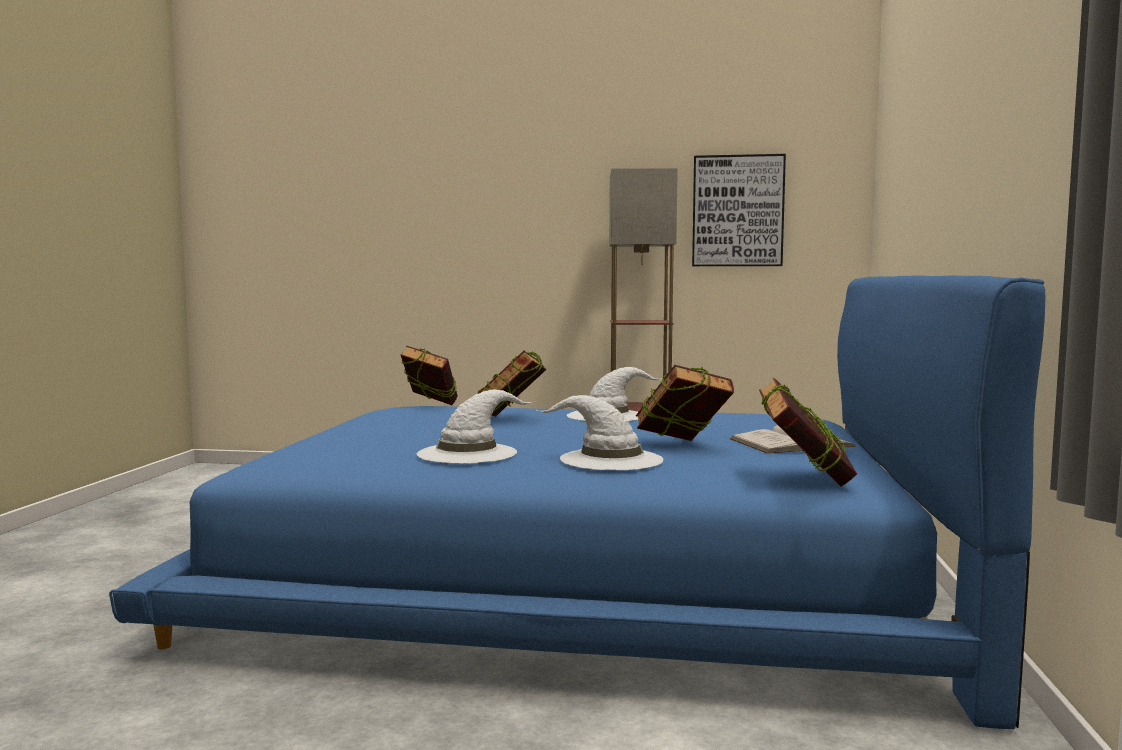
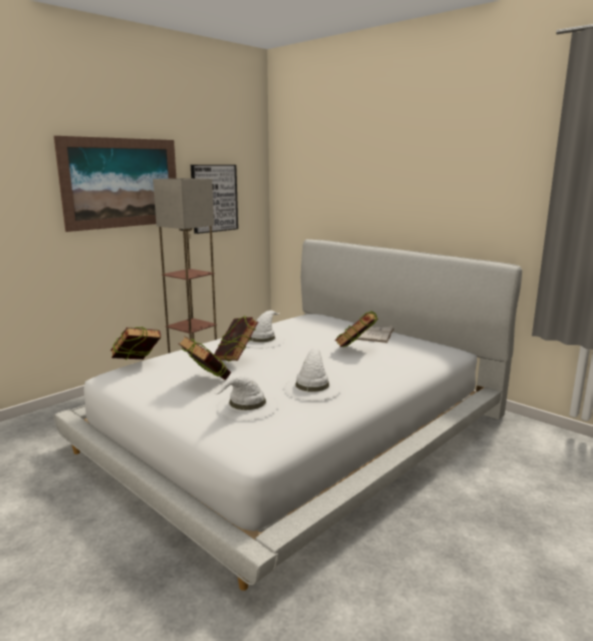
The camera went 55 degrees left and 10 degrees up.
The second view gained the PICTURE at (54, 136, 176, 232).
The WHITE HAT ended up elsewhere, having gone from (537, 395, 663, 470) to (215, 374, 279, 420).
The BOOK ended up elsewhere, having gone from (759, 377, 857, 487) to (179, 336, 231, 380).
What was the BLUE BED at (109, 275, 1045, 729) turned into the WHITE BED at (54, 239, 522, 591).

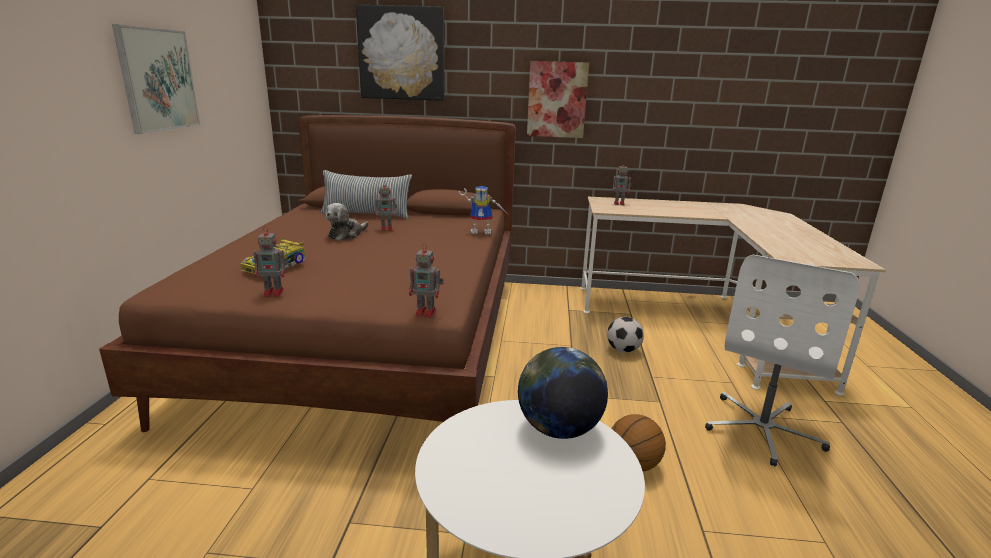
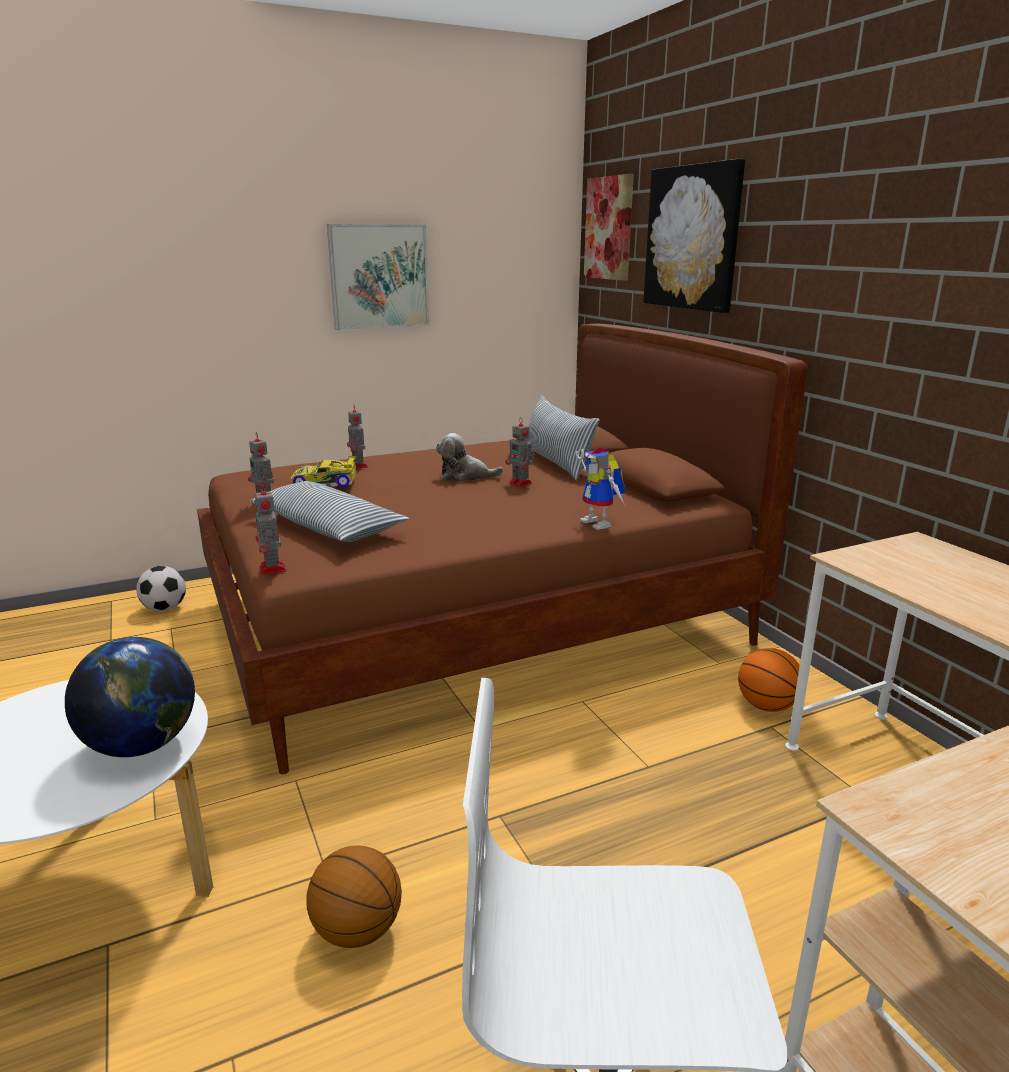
The camera went 60 degrees right and 0 degrees up.
The second view gained the PILLOW at (250, 481, 409, 542).
The second view gained the BASKETBALL at (738, 648, 800, 712).
The PICTURE ended up elsewhere, having gone from (527, 61, 589, 138) to (584, 174, 634, 281).
The FOOTBALL ended up elsewhere, having gone from (607, 317, 644, 353) to (136, 566, 186, 611).
The TOY ROBOT ended up elsewhere, having gone from (612, 164, 632, 205) to (347, 405, 368, 469).

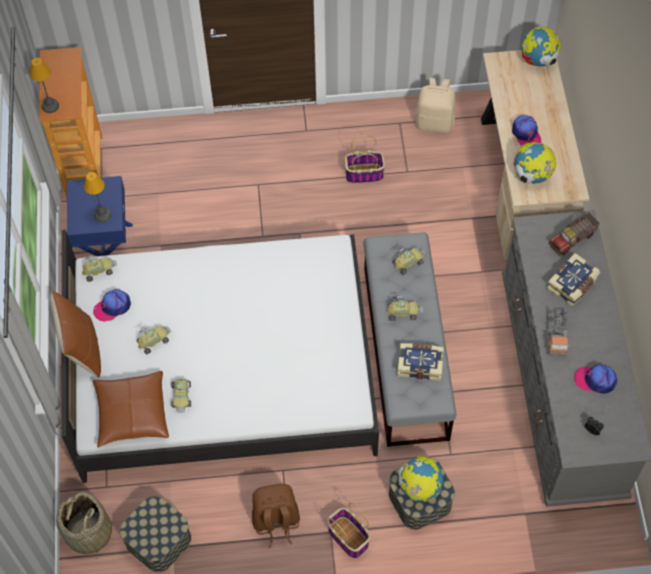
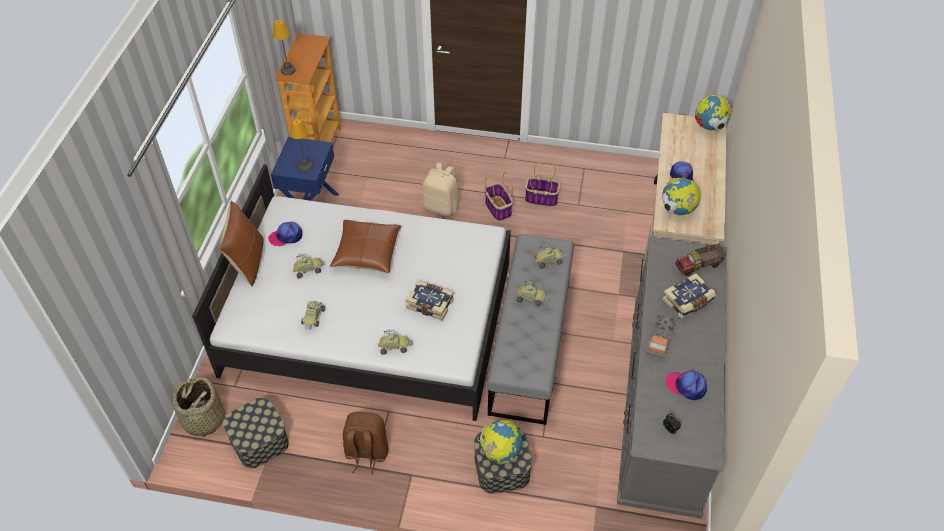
The camera went 15 degrees right and 10 degrees down.
The TOY CAR ended up elsewhere, having gone from (82, 255, 117, 282) to (378, 329, 413, 355).
The BROWN PILLOW ended up elsewhere, having gone from (93, 371, 169, 448) to (330, 220, 401, 273).
The BASKET ended up elsewhere, having gone from (327, 502, 370, 559) to (485, 172, 513, 221).
The BOOK ended up elsewhere, having gone from (397, 343, 444, 381) to (406, 281, 454, 321).
The BEIGE BACKPACK ended up elsewhere, having gone from (415, 77, 455, 133) to (422, 163, 459, 217).

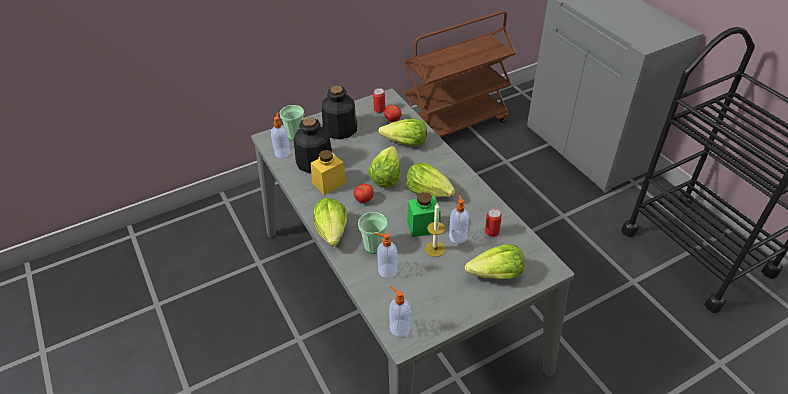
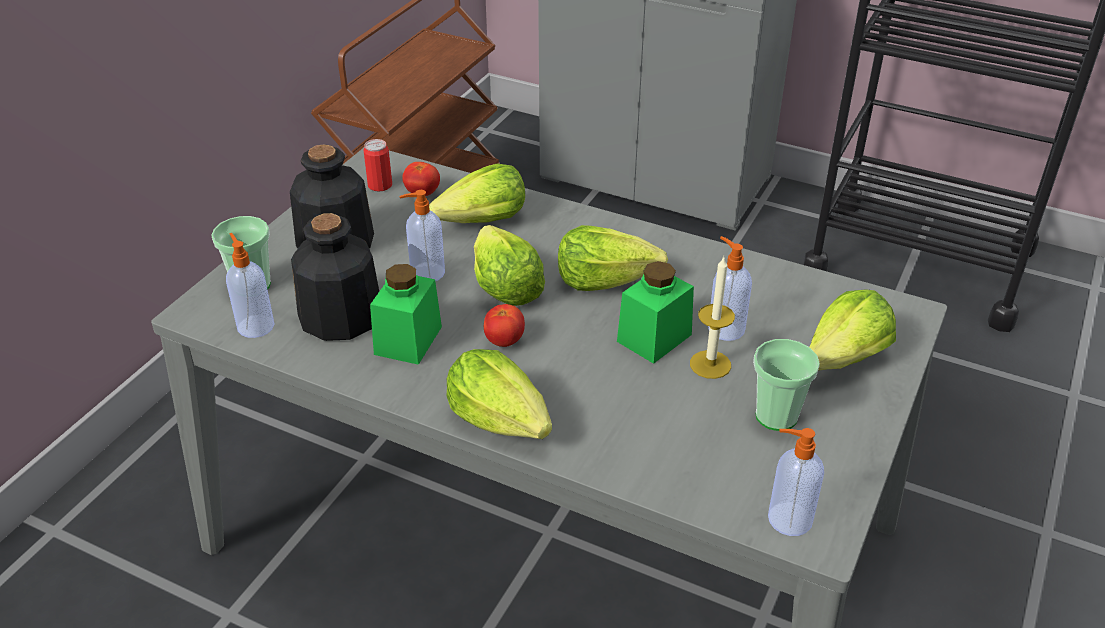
The camera went 35 degrees left and 5 degrees down.
The second view lost the CAN at (485, 208, 502, 237).
The CUP ended up elsewhere, having gone from (358, 212, 388, 254) to (753, 339, 820, 431).
The SOAP DISPENSER ended up elsewhere, having gone from (375, 233, 397, 278) to (399, 190, 445, 281).
What was the YELLOW JAR at (311, 150, 346, 195) turned into the GREEN JAR at (370, 264, 442, 365).

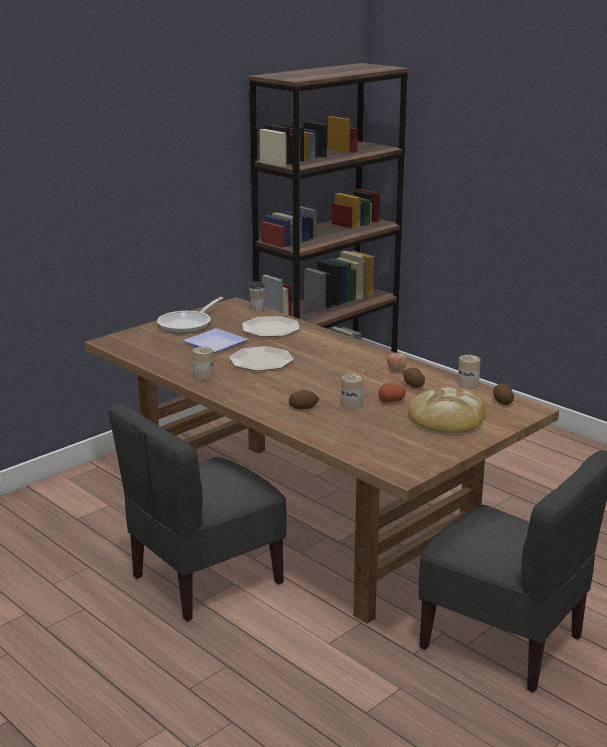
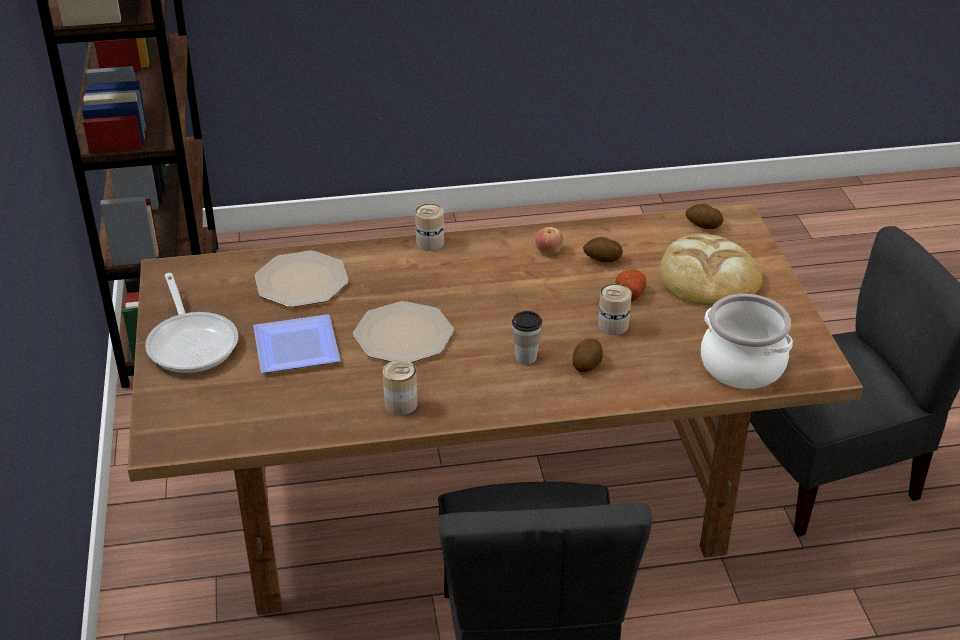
The camera went 55 degrees left and 15 degrees up.
The second view gained the COOKING POT at (701, 294, 793, 389).
The CUP ended up elsewhere, having gone from (249, 281, 265, 312) to (512, 311, 542, 364).
The CAN ended up elsewhere, having gone from (458, 355, 481, 389) to (415, 204, 444, 251).

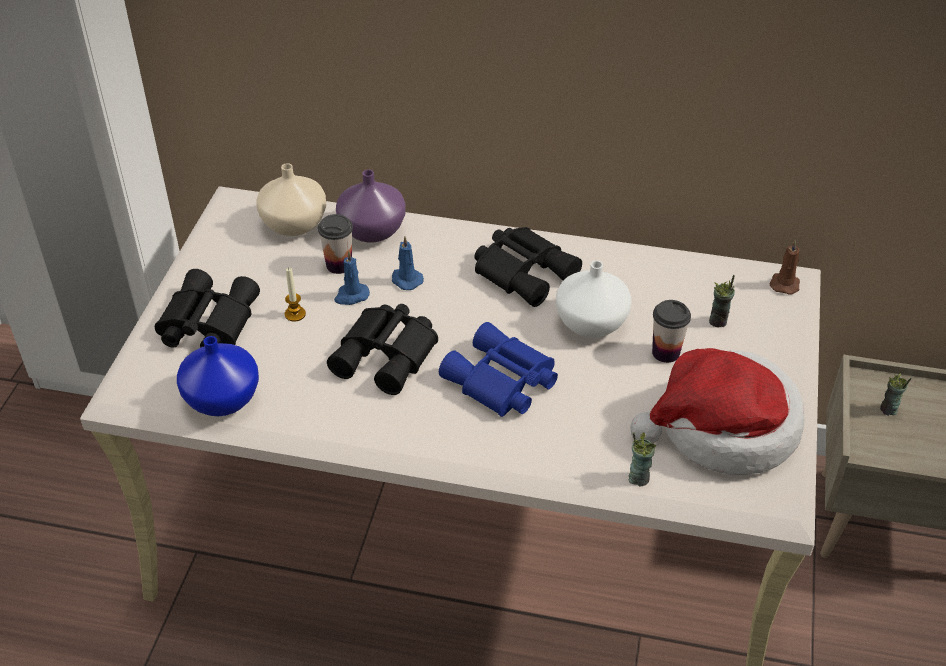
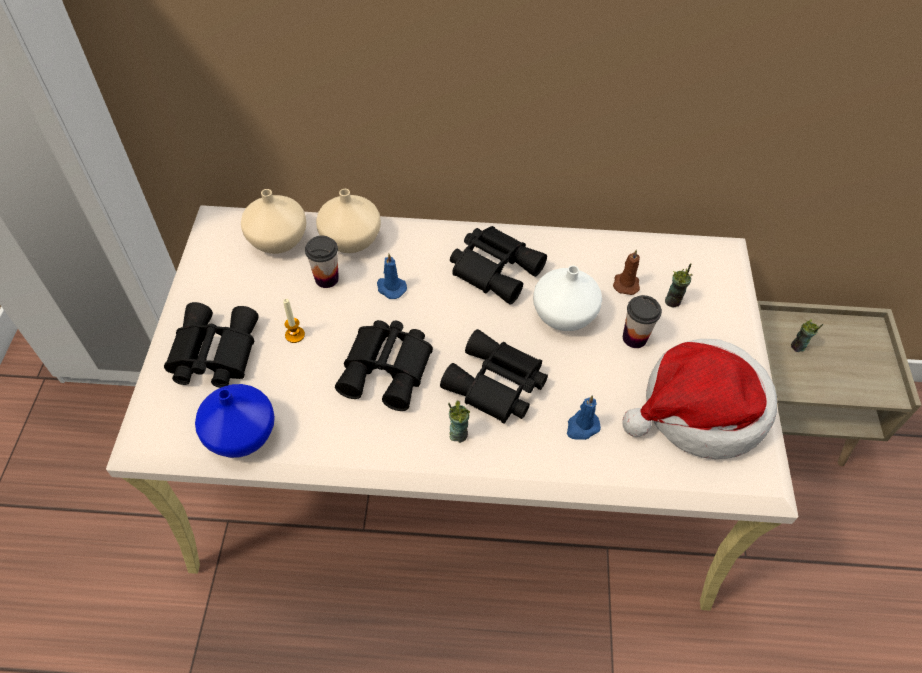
The camera went 10 degrees left and 10 degrees up.
The BLUE CANDLE ended up elsewhere, having gone from (334, 251, 370, 305) to (567, 395, 601, 440).
The CUP ended up elsewhere, having gone from (629, 432, 656, 487) to (448, 401, 470, 443).
The BROWN CANDLE ended up elsewhere, having gone from (769, 240, 800, 295) to (613, 249, 640, 295).
What was the PURPLE VASE at (336, 170, 405, 242) turned into the BEIGE VASE at (316, 189, 381, 253).
What was the BLUE BINOCULARS at (439, 322, 558, 417) turned into the BLACK BINOCULARS at (440, 329, 548, 424).

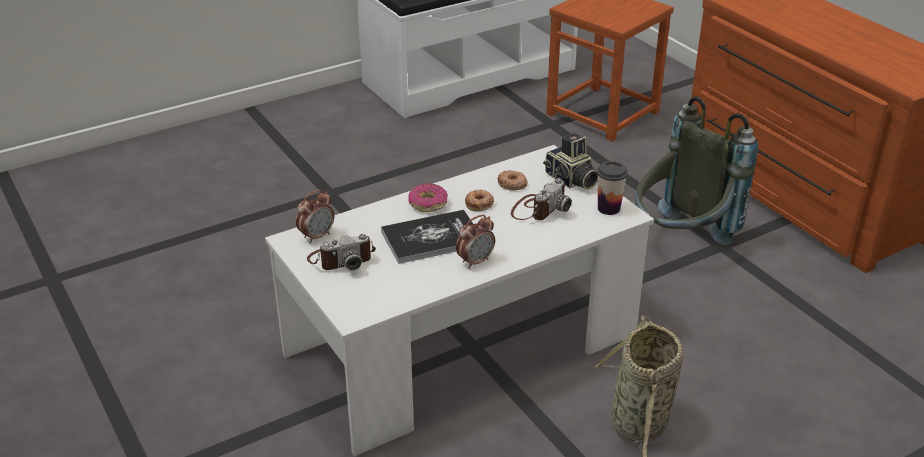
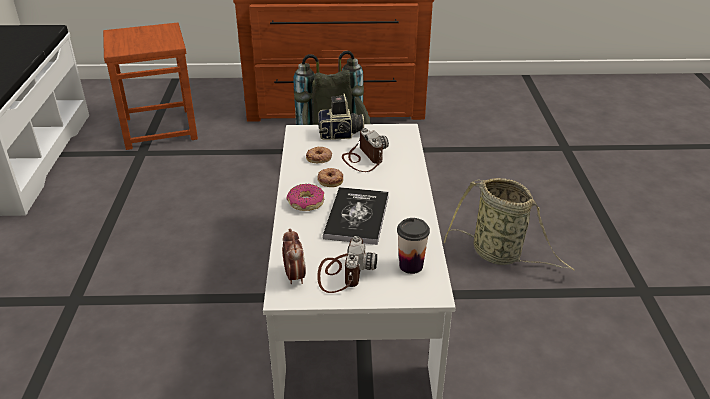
The camera went 60 degrees left and 0 degrees up.
The second view lost the ALARM CLOCK at (456, 215, 495, 269).
The CUP ended up elsewhere, having gone from (597, 161, 628, 215) to (397, 218, 430, 274).

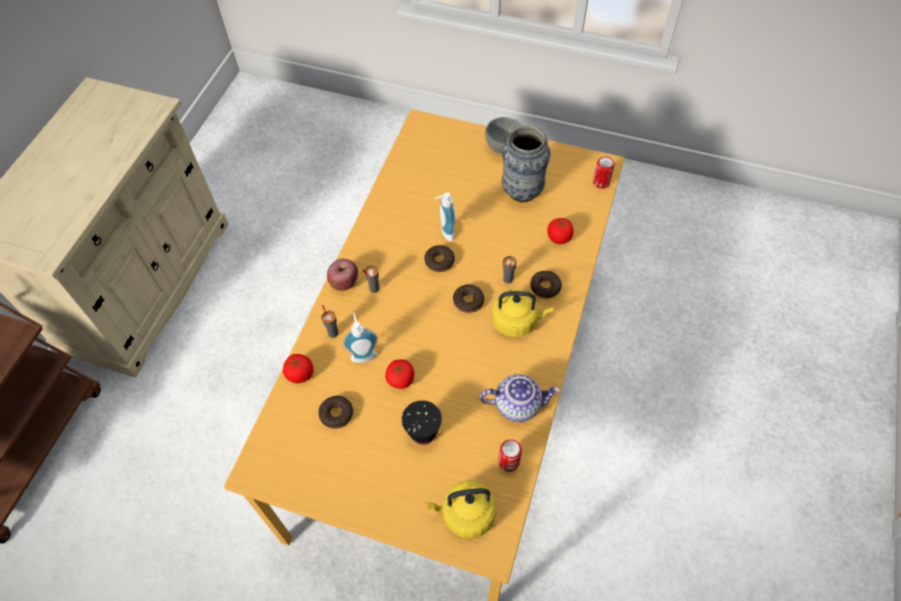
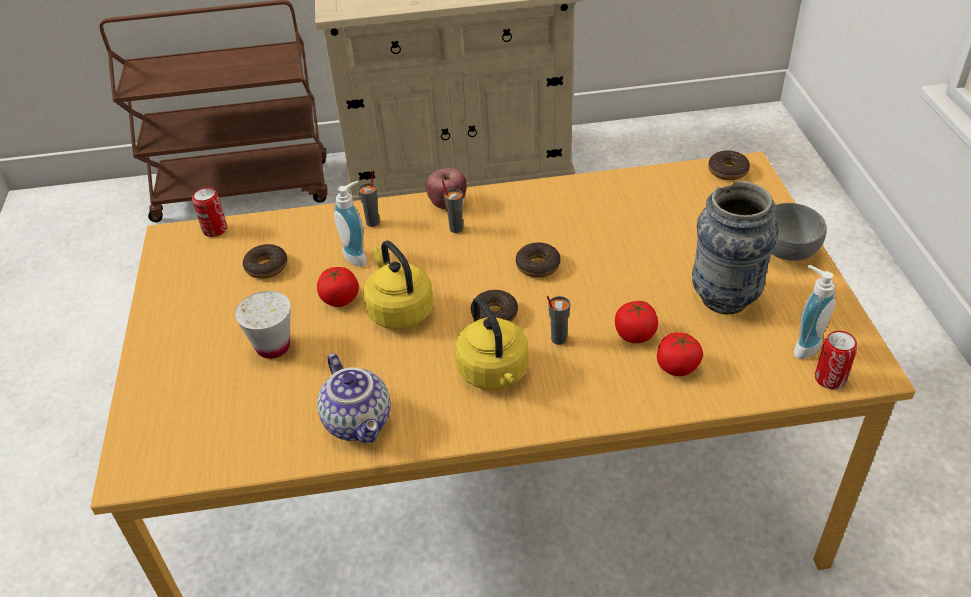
The camera went 65 degrees right and 15 degrees down.
The TOMATO ended up elsewhere, having gone from (283, 354, 313, 383) to (615, 301, 658, 343).
The YELLOW KETTLE ended up elsewhere, having gone from (426, 480, 496, 539) to (364, 241, 433, 329).
The SOAP DISPENSER ended up elsewhere, having gone from (435, 193, 456, 241) to (794, 265, 836, 359).
The CAN ended up elsewhere, having gone from (498, 439, 522, 472) to (192, 188, 227, 237).
The DONUT ended up elsewhere, having gone from (530, 271, 562, 299) to (708, 150, 750, 180).
What was the BLACK CUP at (402, 400, 442, 445) turned into the WHITE CUP at (235, 291, 290, 359).

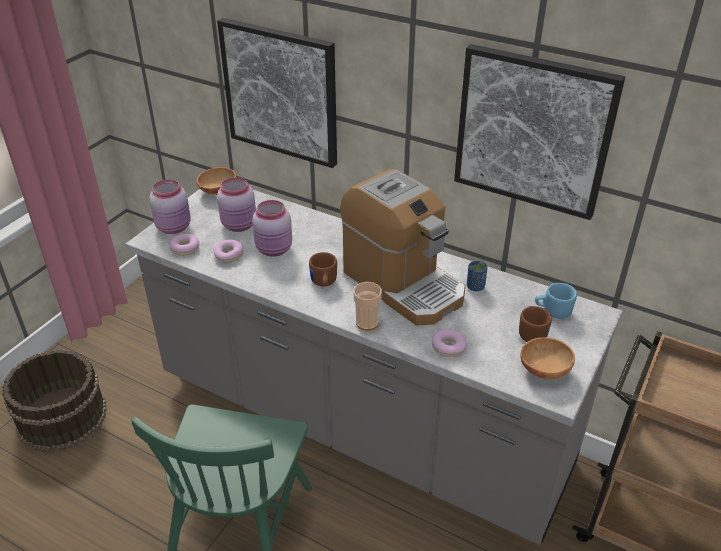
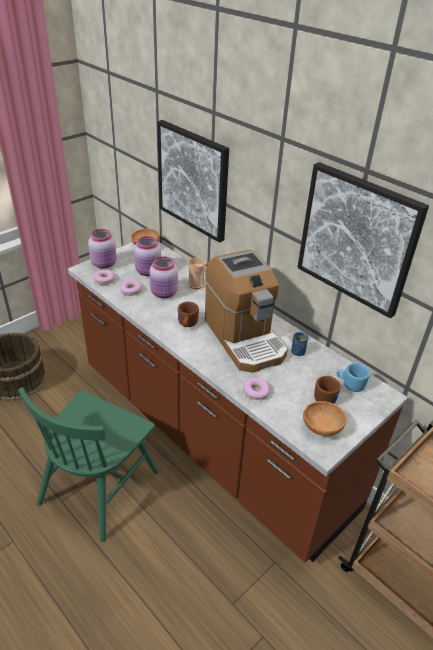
The camera went 15 degrees right and 0 degrees up.
The CUP ended up elsewhere, having gone from (353, 282, 382, 331) to (188, 257, 206, 289).
What was the GREY COUNTER at (126, 189, 623, 545) turned into the BROWN COUNTER at (68, 242, 408, 563).

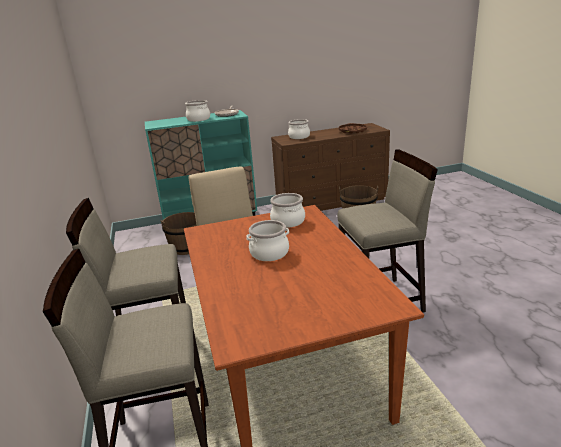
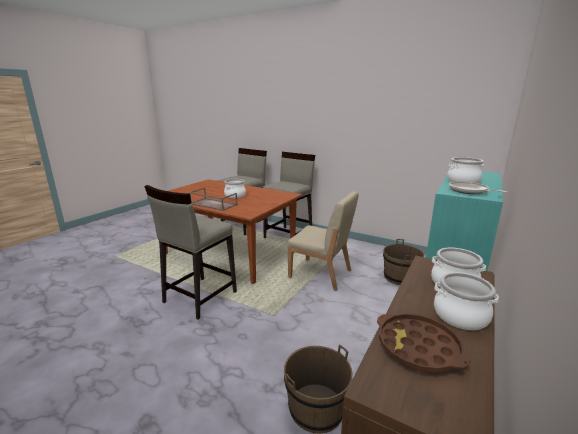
The camera went 135 degrees right and 5 degrees down.
The second view gained the BROWN TRAY at (189, 188, 238, 211).
The COOKING POT ended up elsewhere, having gone from (270, 193, 305, 228) to (434, 272, 499, 330).

